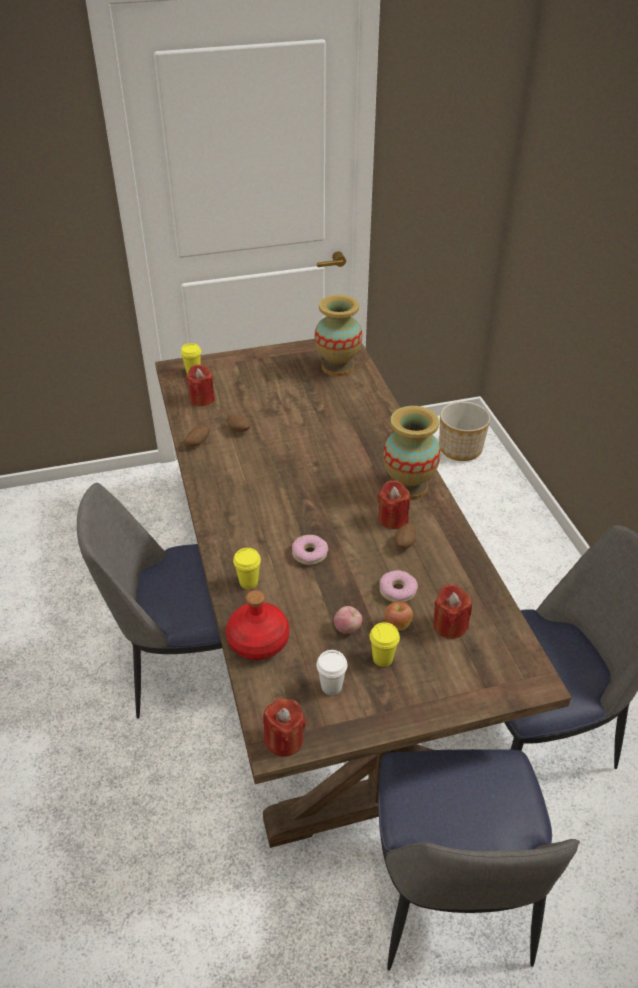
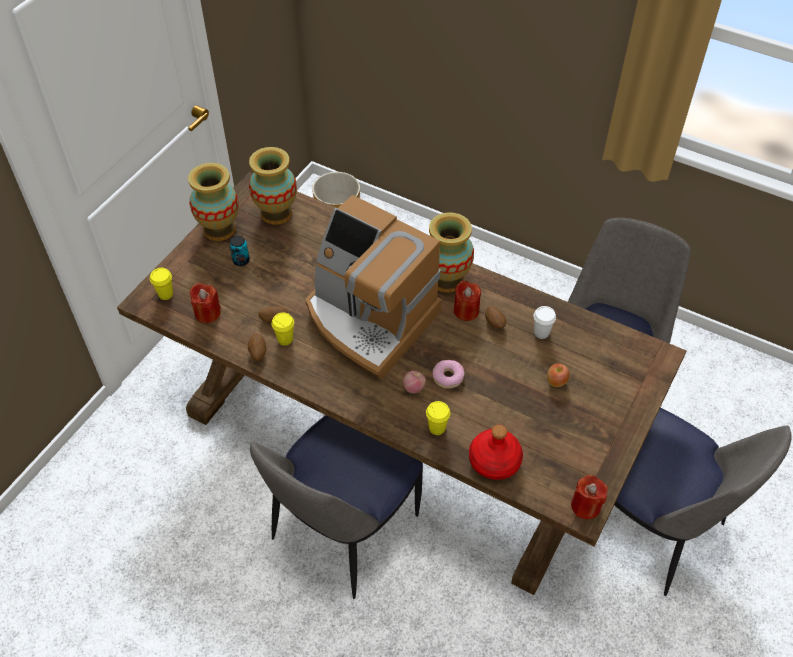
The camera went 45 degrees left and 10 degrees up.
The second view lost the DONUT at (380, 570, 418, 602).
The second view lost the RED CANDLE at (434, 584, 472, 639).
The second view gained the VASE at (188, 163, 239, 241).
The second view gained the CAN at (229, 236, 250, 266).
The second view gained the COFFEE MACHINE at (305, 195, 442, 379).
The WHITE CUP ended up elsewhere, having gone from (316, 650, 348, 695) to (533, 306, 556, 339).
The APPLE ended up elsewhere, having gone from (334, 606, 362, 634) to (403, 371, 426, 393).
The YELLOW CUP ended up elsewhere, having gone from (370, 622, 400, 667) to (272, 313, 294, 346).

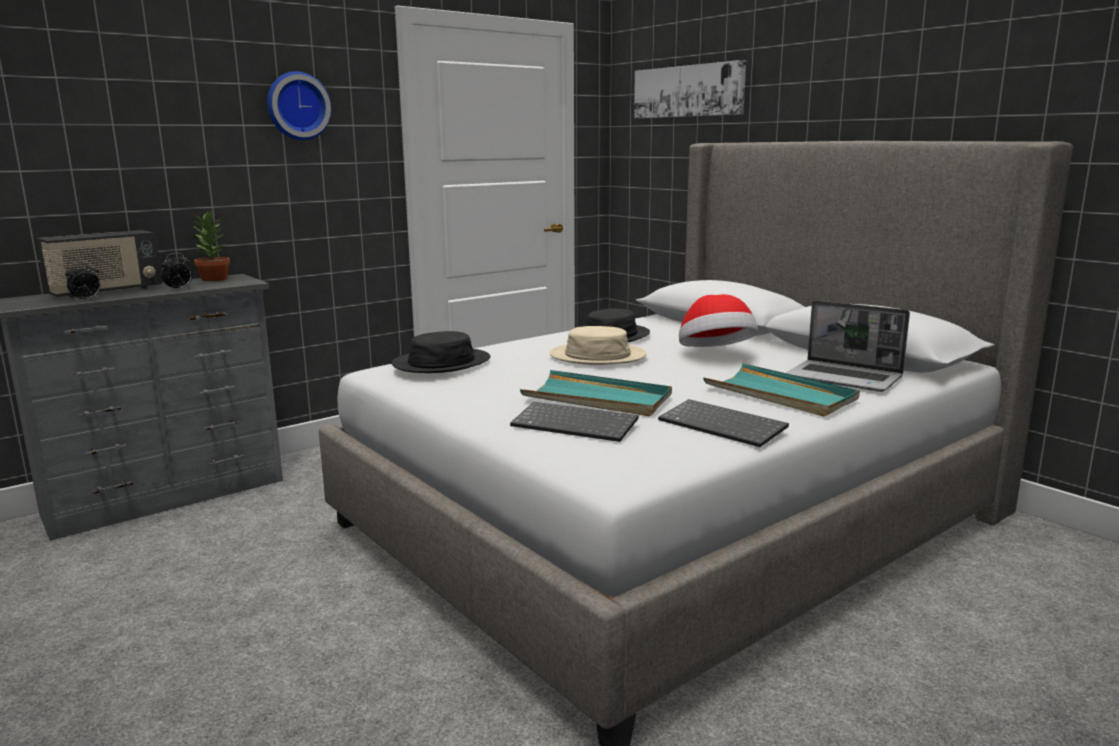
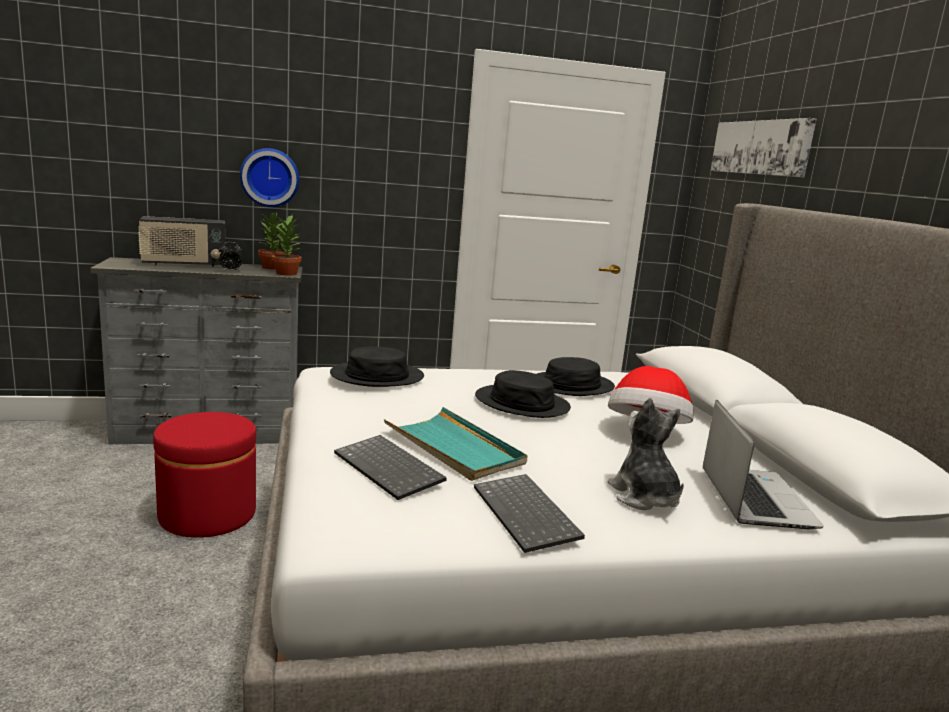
The camera went 25 degrees right and 0 degrees up.
The second view lost the ALARM CLOCK at (65, 261, 100, 302).
The second view gained the RED OTTOMAN at (153, 412, 256, 538).
The second view gained the POTTED PLANT at (272, 215, 301, 276).
The WALL CLOCK ended up elsewhere, having gone from (267, 71, 331, 140) to (240, 148, 299, 207).
Where the TURQUOISE TRAY stood at (703, 363, 860, 417), the PLUSH TOY came to stand at (608, 398, 684, 510).
What was the BEIGE HAT at (550, 326, 647, 365) turned into the BLACK HAT at (475, 370, 571, 418).
The LAPTOP at (786, 300, 910, 392) ended up facing another way, 150 degrees counterclockwise from before.

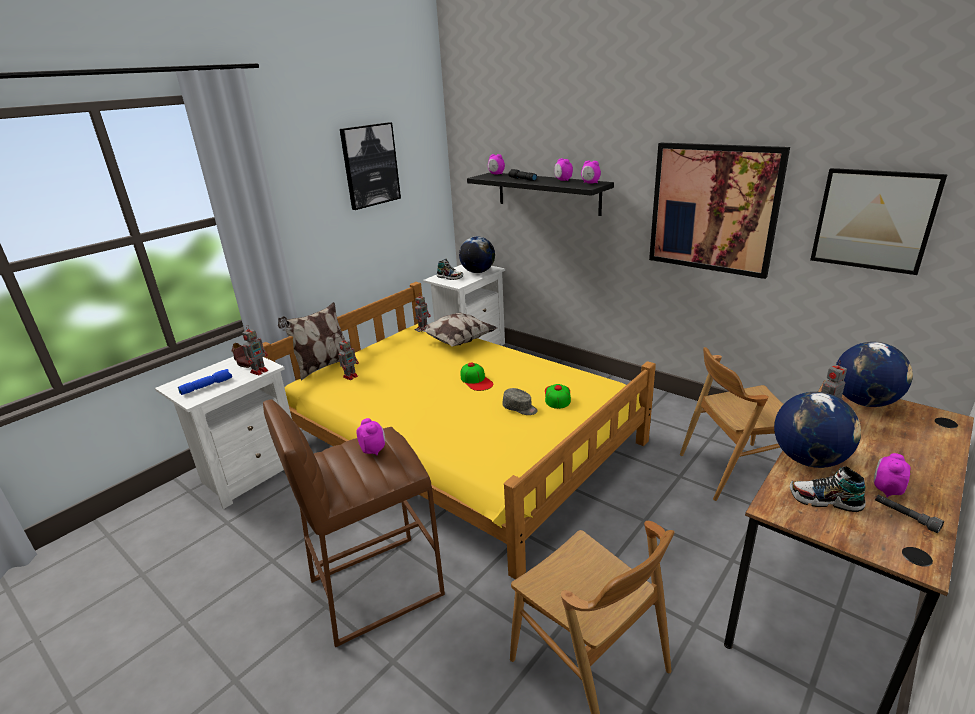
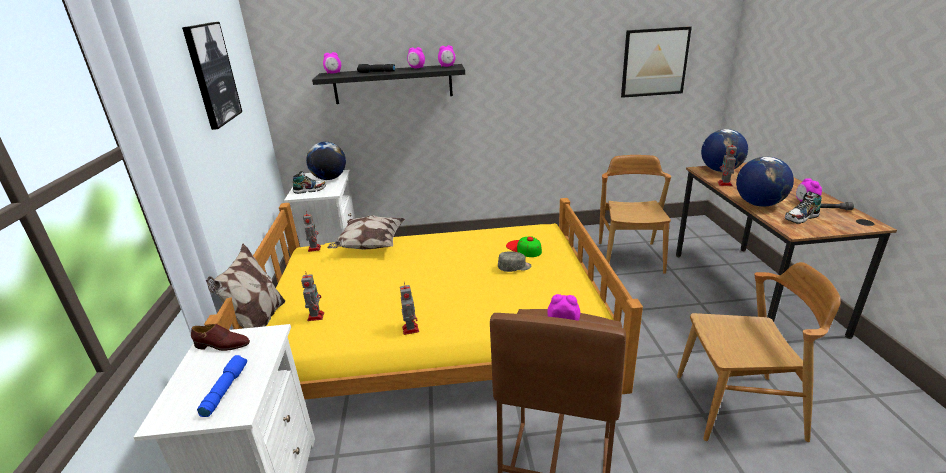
The camera went 45 degrees left and 0 degrees up.
The second view lost the CAP at (461, 363, 494, 391).
The second view lost the PICTURE at (649, 143, 790, 279).
The TOY ROBOT ended up elsewhere, having gone from (242, 325, 268, 375) to (400, 282, 419, 335).
The BROWN CHAIR at (680, 347, 783, 501) ended up facing another way, 150 degrees clockwise from before.

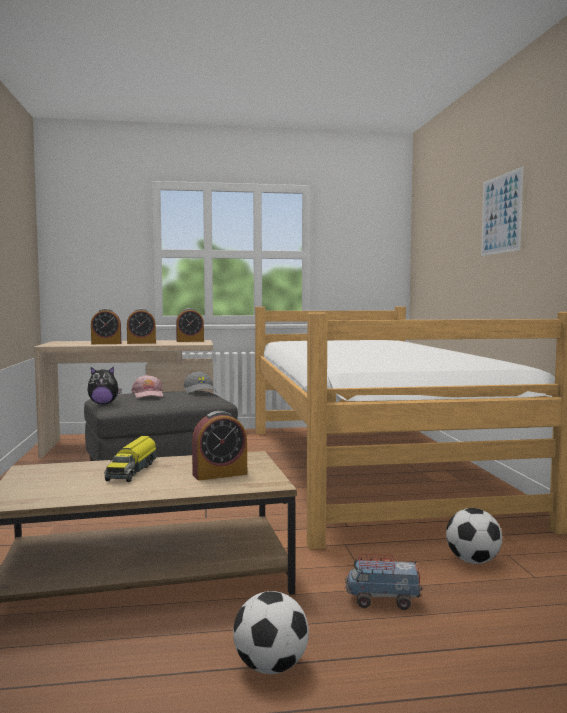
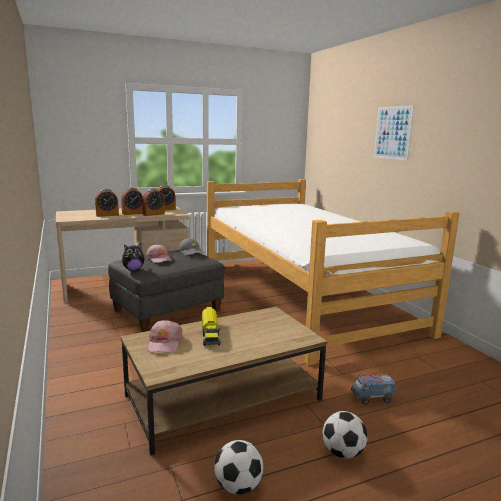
The camera went 15 degrees left and 10 degrees up.
The second view gained the PINK CAP at (148, 320, 182, 353).
The ALARM CLOCK ended up elsewhere, having gone from (192, 411, 247, 481) to (142, 189, 165, 216).
The FOOTBALL ended up elsewhere, having gone from (446, 508, 502, 564) to (214, 440, 263, 495).

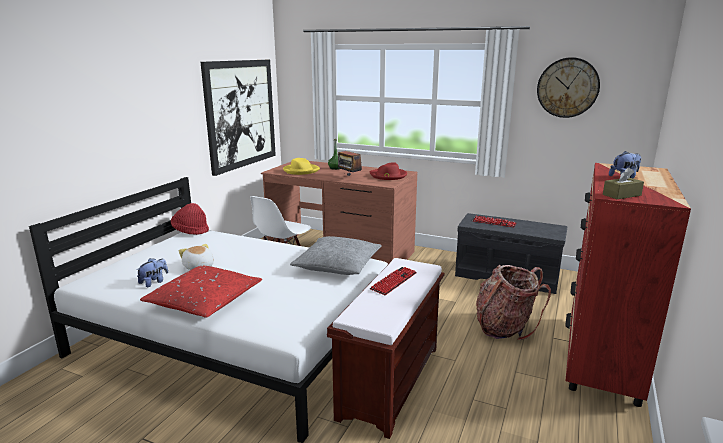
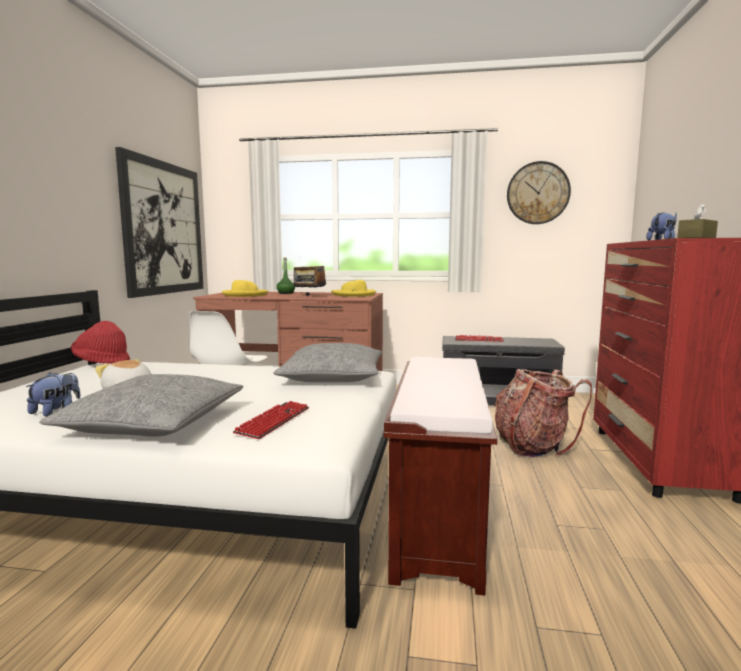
The camera went 15 degrees left and 10 degrees down.
The KEYBOARD ended up elsewhere, having gone from (370, 267, 417, 295) to (233, 401, 309, 439).
What was the RED PILLOW at (140, 266, 262, 318) turned into the GREY PILLOW at (39, 374, 243, 437).
What was the RED HAT at (370, 162, 407, 180) turned into the YELLOW HAT at (331, 280, 376, 297).

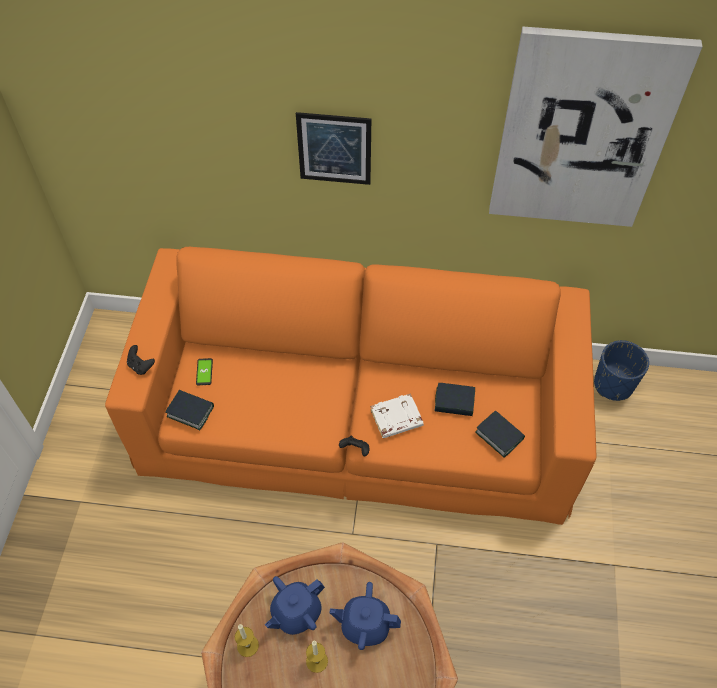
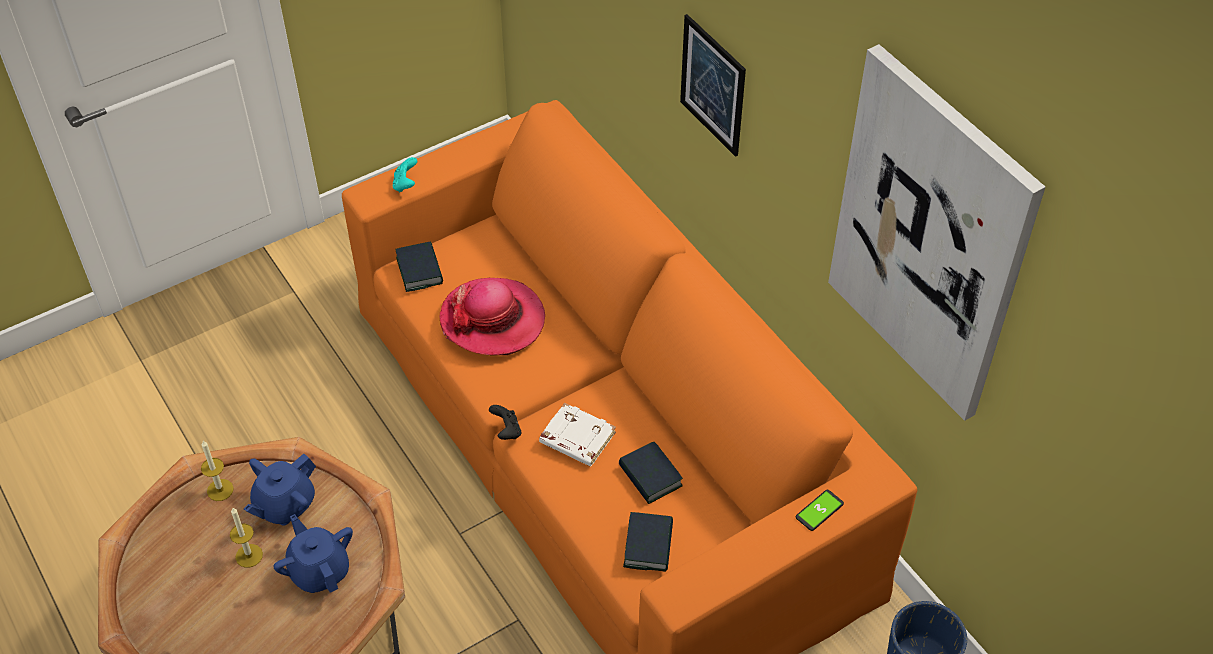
The camera went 50 degrees right and 5 degrees down.
The second view gained the HAT at (440, 278, 545, 355).
The PHONE ended up elsewhere, having gone from (196, 358, 213, 385) to (795, 490, 844, 531).
What was the BLACK GAME CONTROLLER at (127, 345, 155, 375) turned into the TURQUOISE GAME CONTROLLER at (393, 157, 417, 192).
The BLUE TEAPOT at (265, 576, 325, 635) ended up facing another way, 60 degrees counterclockwise from before.

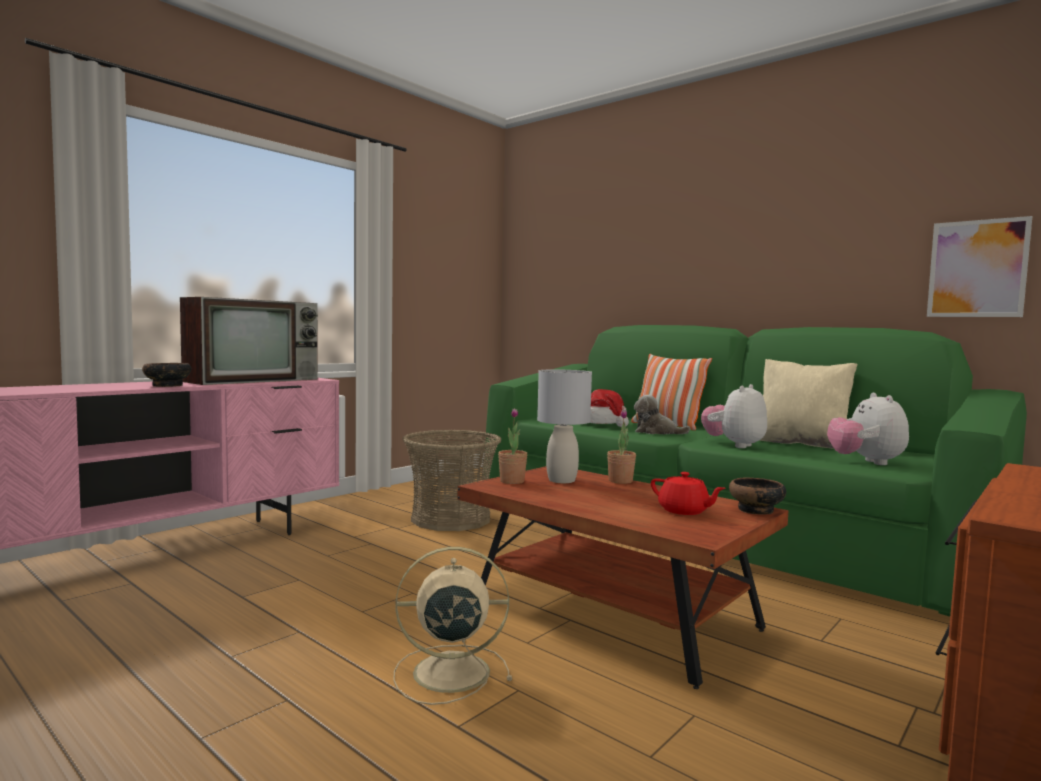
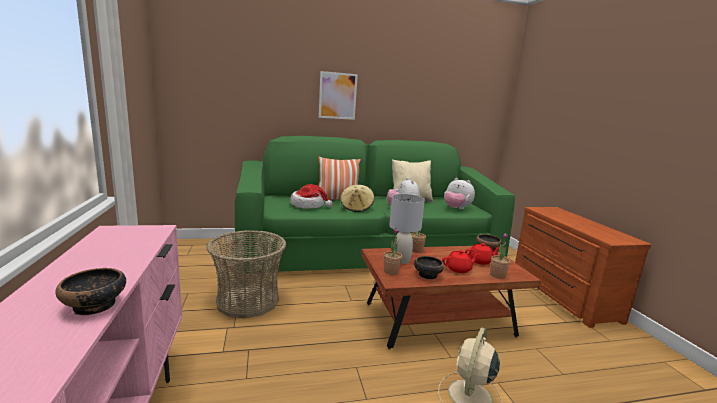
The camera went 55 degrees left and 10 degrees up.
The second view lost the TELEVISION at (180, 297, 318, 385).
The second view gained the BOWL at (414, 256, 444, 279).
The second view gained the RED TEAPOT at (442, 250, 480, 273).
The second view gained the POTTED PLANT at (490, 233, 510, 279).
The PICTURE ended up elsewhere, having gone from (927, 216, 1033, 317) to (319, 71, 358, 120).
Where the PLUSH TOY stood at (634, 395, 690, 435), the BEIGE HAT came to stand at (340, 185, 374, 212).

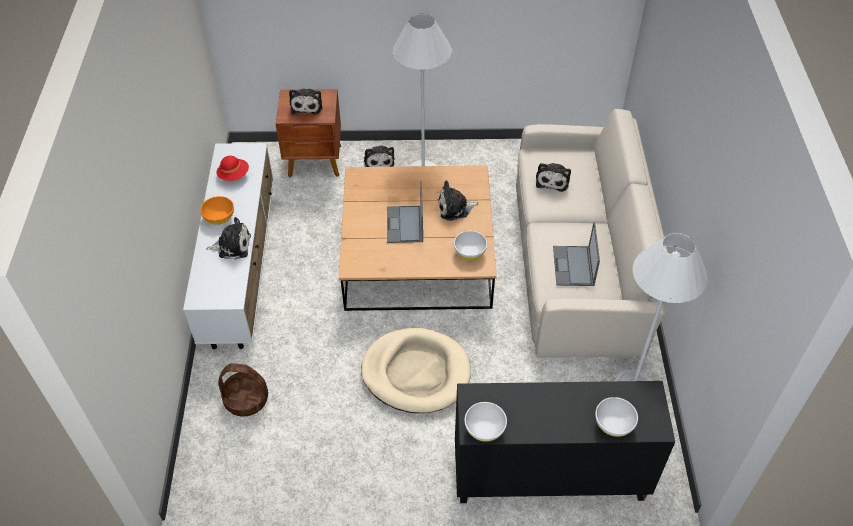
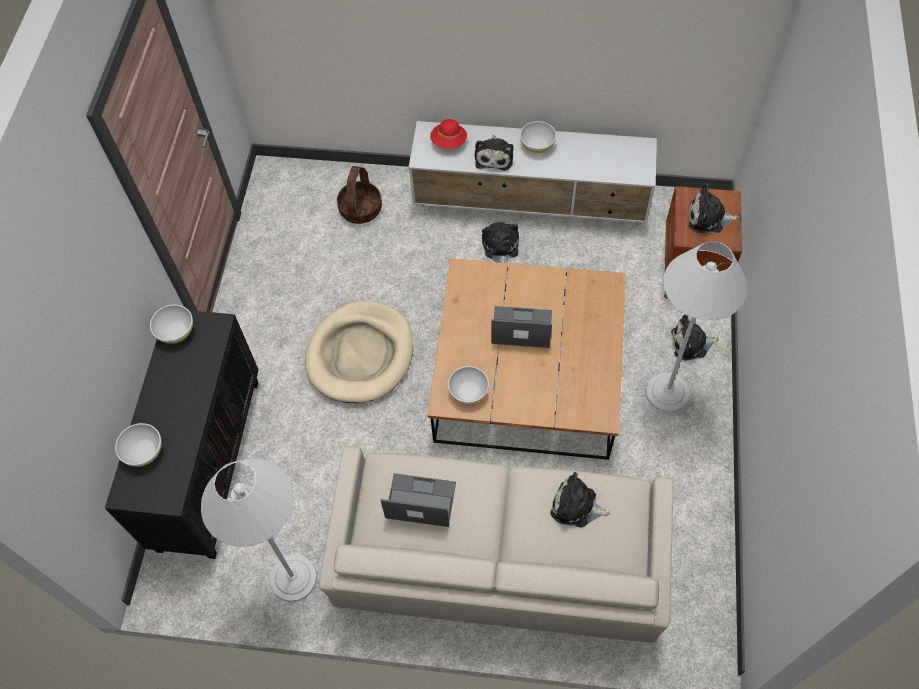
The camera went 100 degrees right and 10 degrees up.
The RED HAT ended up elsewhere, having gone from (216, 156, 249, 181) to (430, 119, 467, 149).
The PLUSH TOY ended up elsewhere, having gone from (438, 181, 479, 221) to (482, 222, 519, 263).
What was the ORANGE BOWL at (200, 196, 234, 225) turned into the WHITE BOWL at (520, 121, 556, 153).

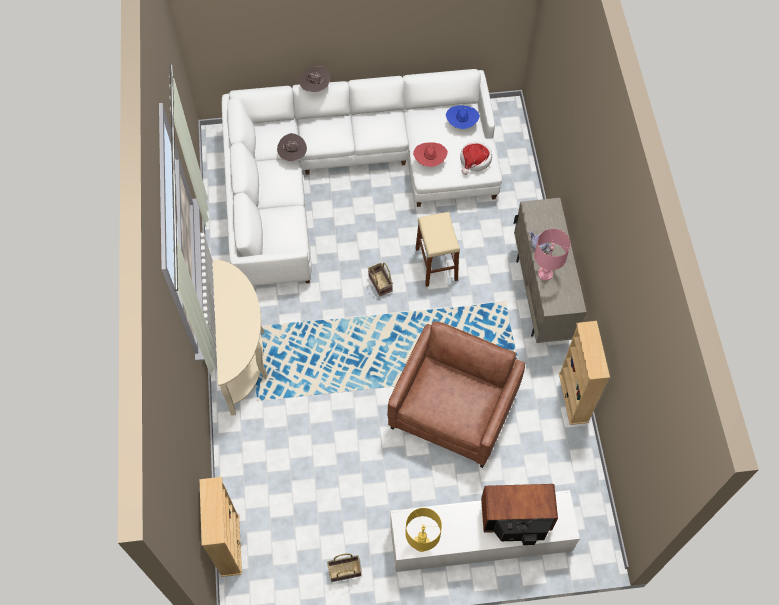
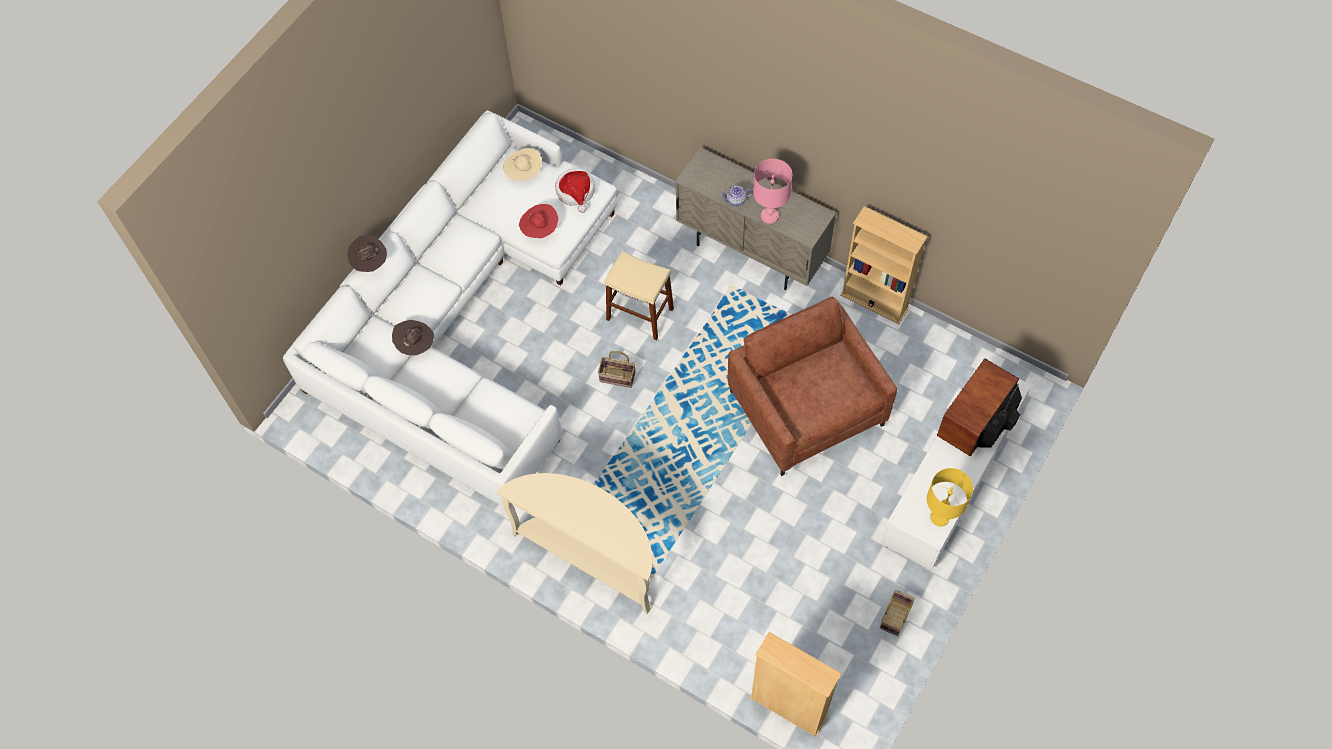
The camera went 50 degrees left and 0 degrees up.
What was the BLUE HAT at (446, 106, 480, 129) turned into the BEIGE HAT at (503, 148, 542, 181).

